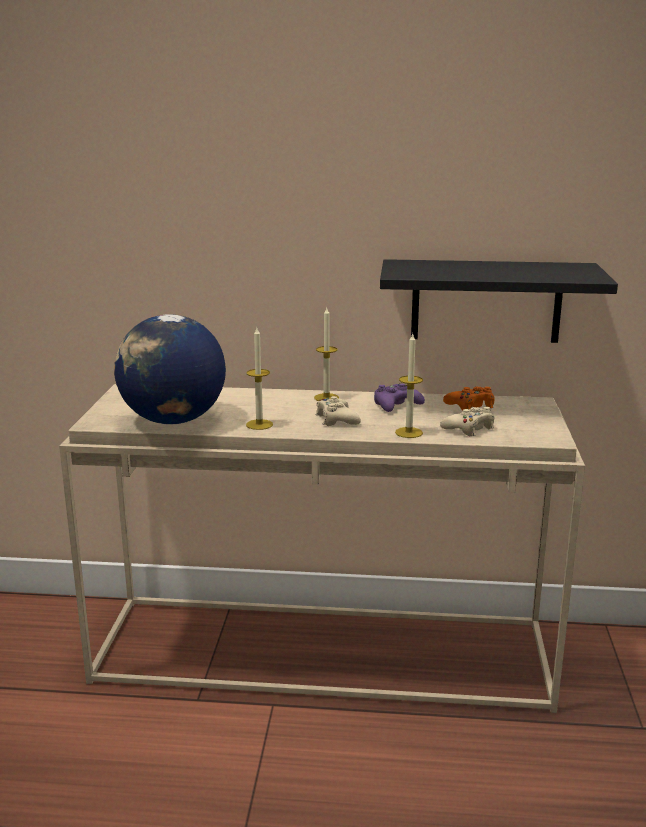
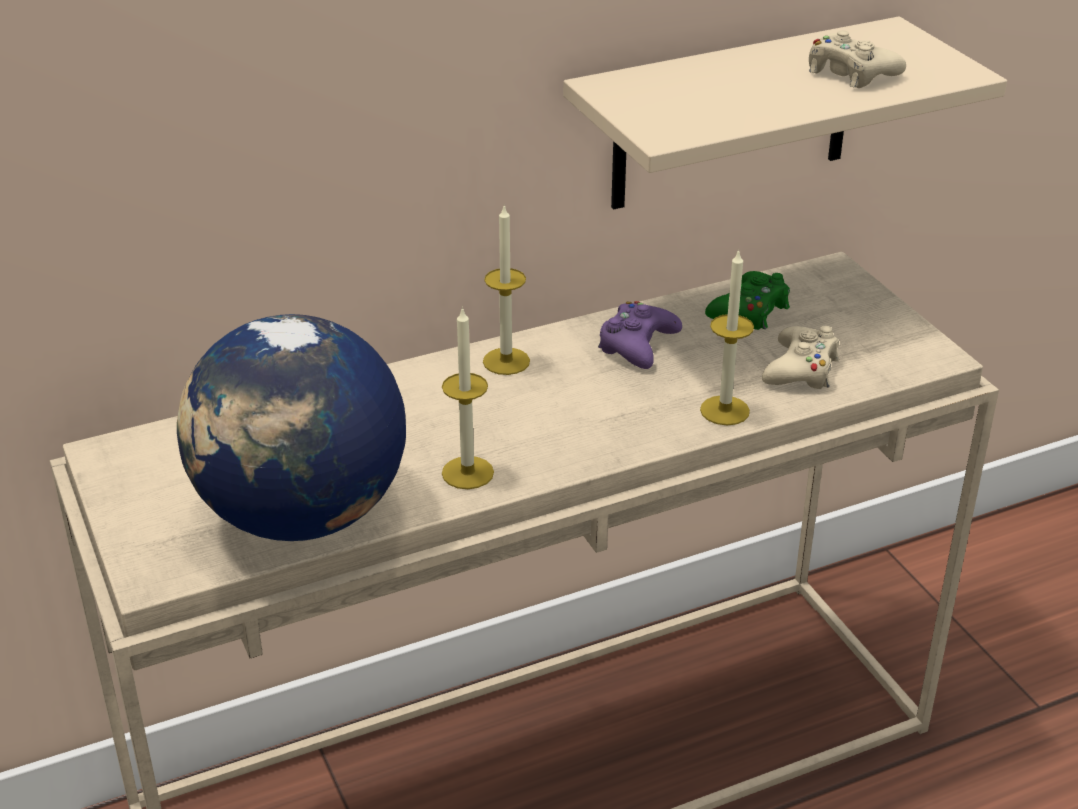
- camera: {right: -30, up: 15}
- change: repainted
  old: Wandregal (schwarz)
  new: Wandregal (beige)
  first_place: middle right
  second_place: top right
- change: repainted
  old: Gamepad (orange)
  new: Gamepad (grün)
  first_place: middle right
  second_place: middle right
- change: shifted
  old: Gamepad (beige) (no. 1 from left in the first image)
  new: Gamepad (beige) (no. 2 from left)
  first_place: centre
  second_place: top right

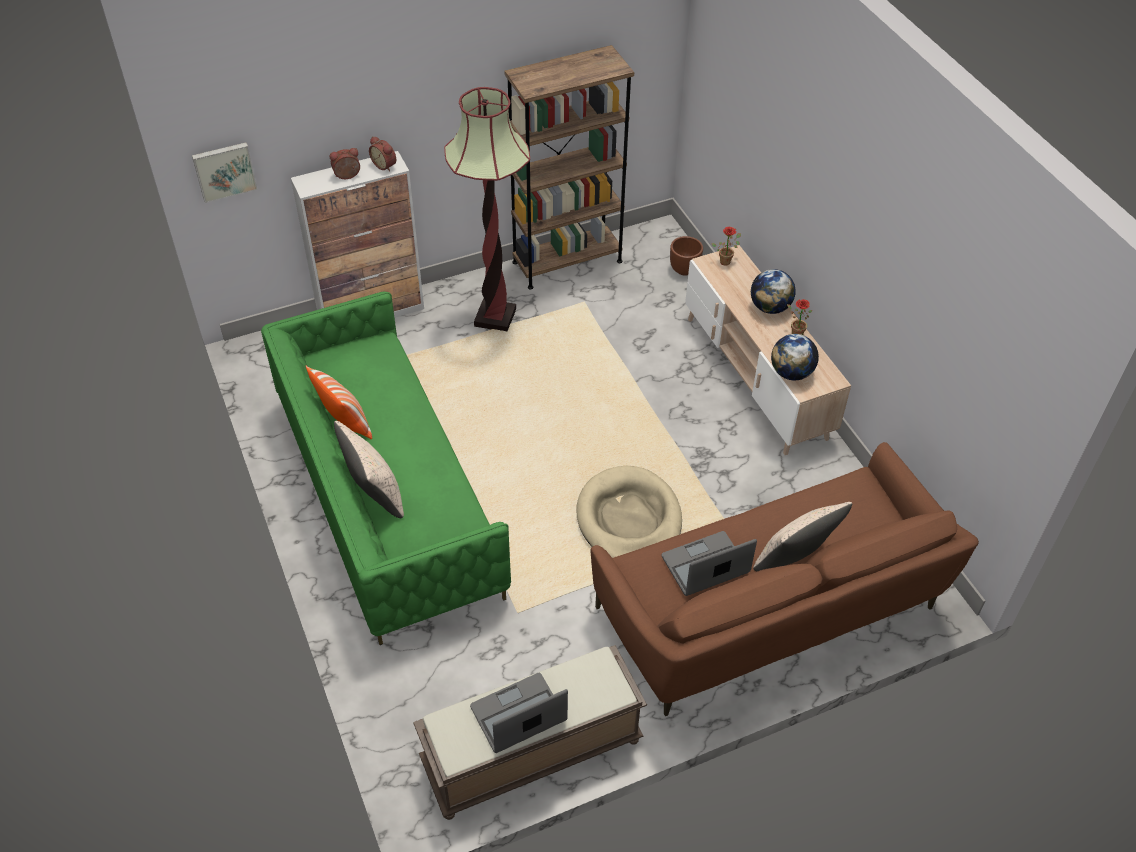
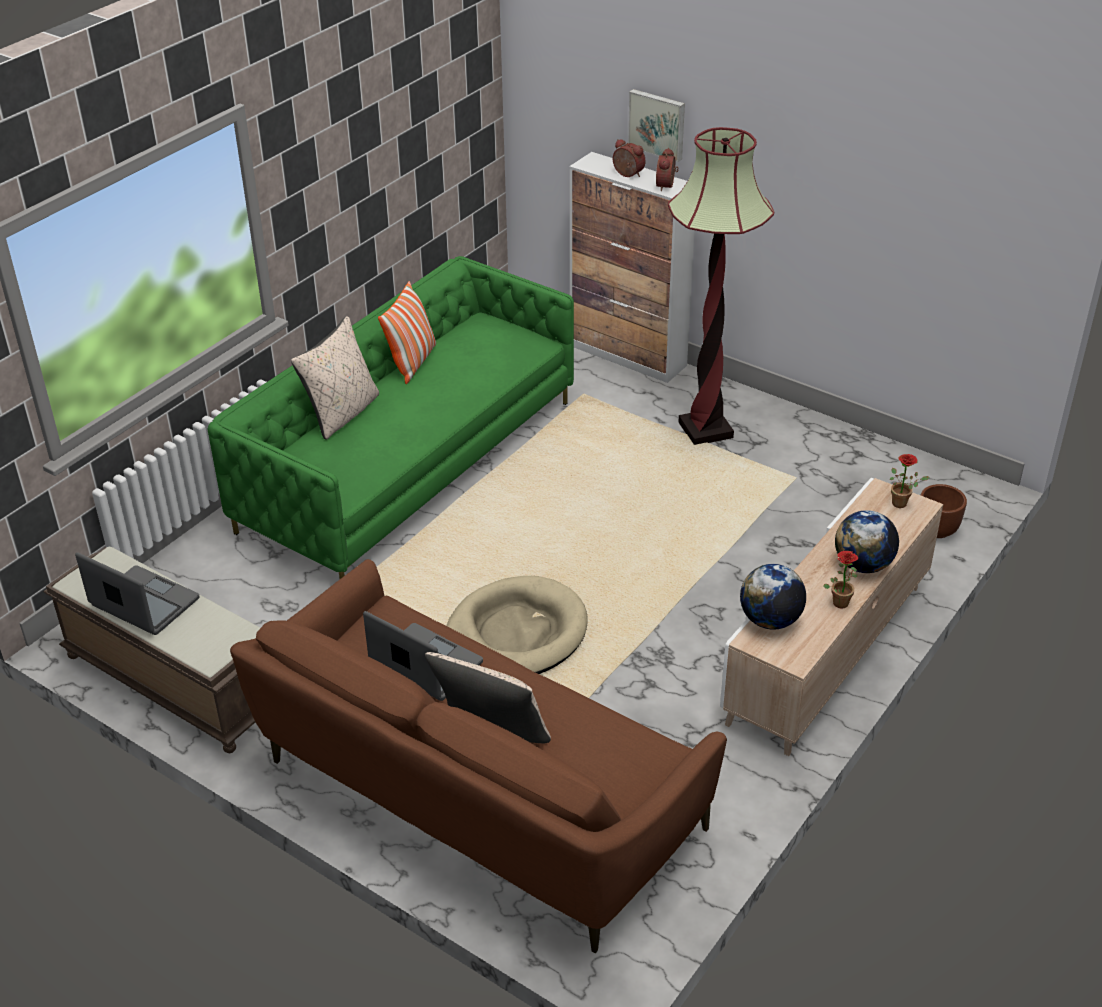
- camera: {right: 60, up: -10}
- change: gone
  old: Bücherregal (braun)
  first_place: top centre
- change: shifted
  old: Bild
  first_place: top left
  second_place: top centre

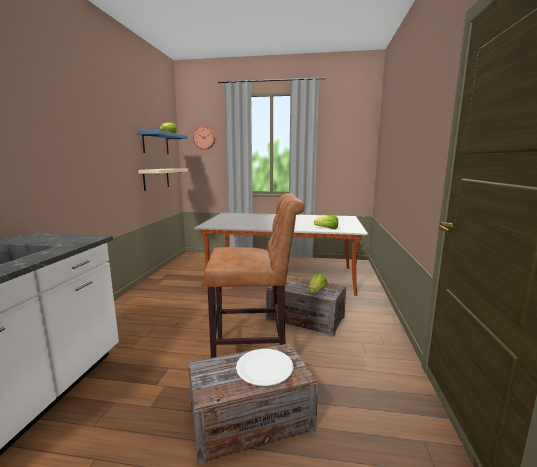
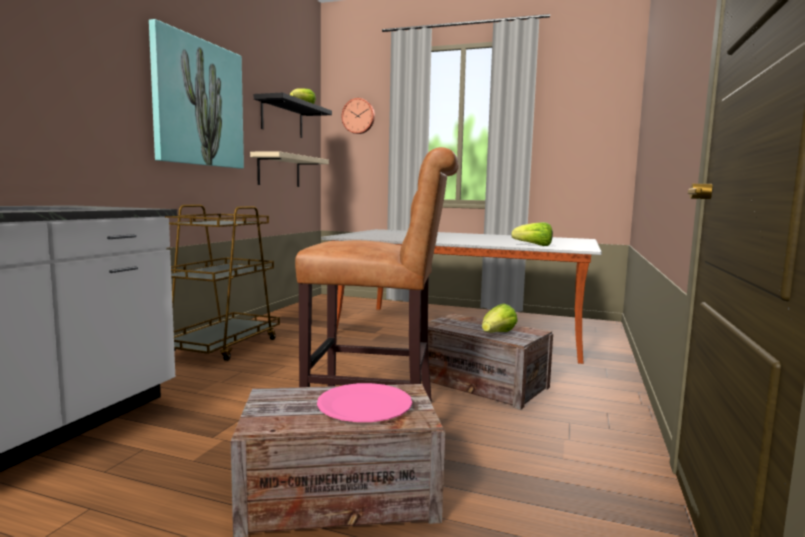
- camera: {right: 10, up: -5}
- change: repainted
  old: Wandregal (blau)
  new: Wandregal (schwarz)
  first_place: top left
  second_place: top centre
- change: repainted
  old: Teller (weiß)
  new: Teller (rosa)
  first_place: bottom centre
  second_place: bottom centre
- change: new
  new: Bild
  second_place: top left
- change: new
  new: Rollwagen (braun)
  second_place: middle left

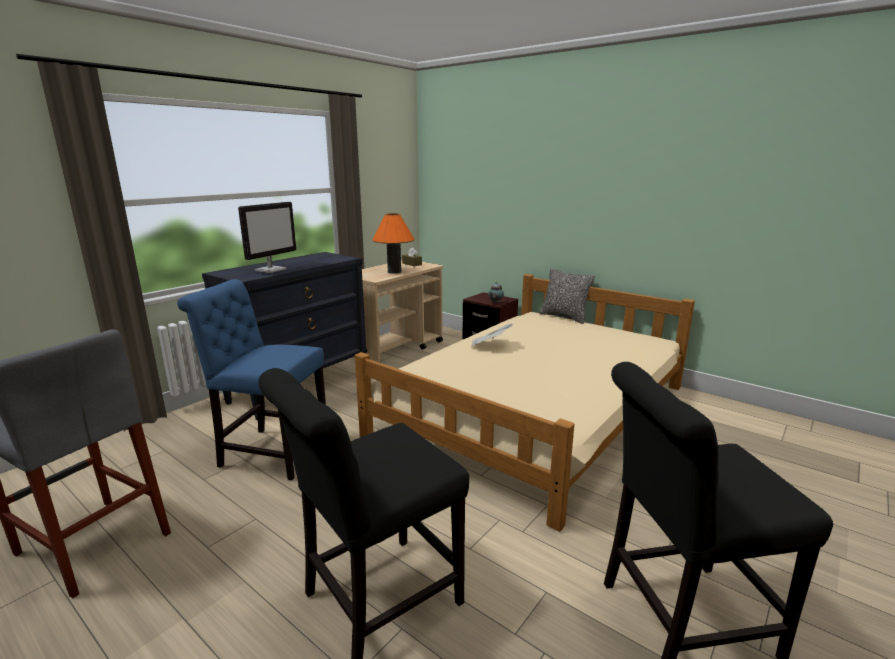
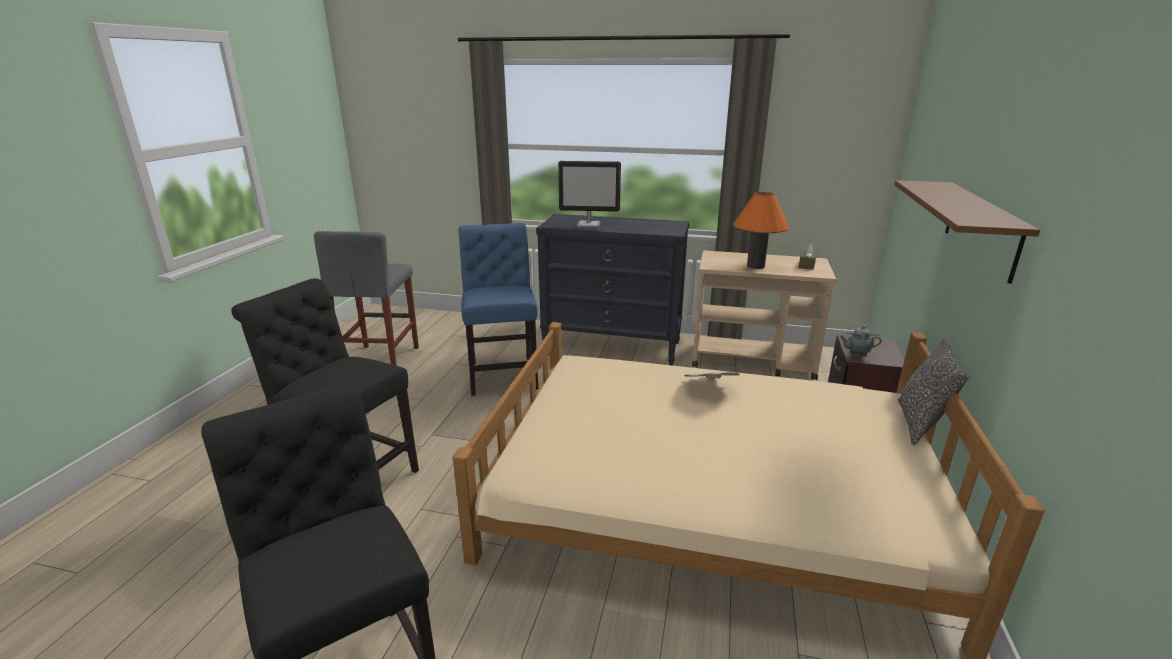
- camera: {right: 65, up: 5}
- change: new
  new: Wandregal (braun)
  second_place: middle right

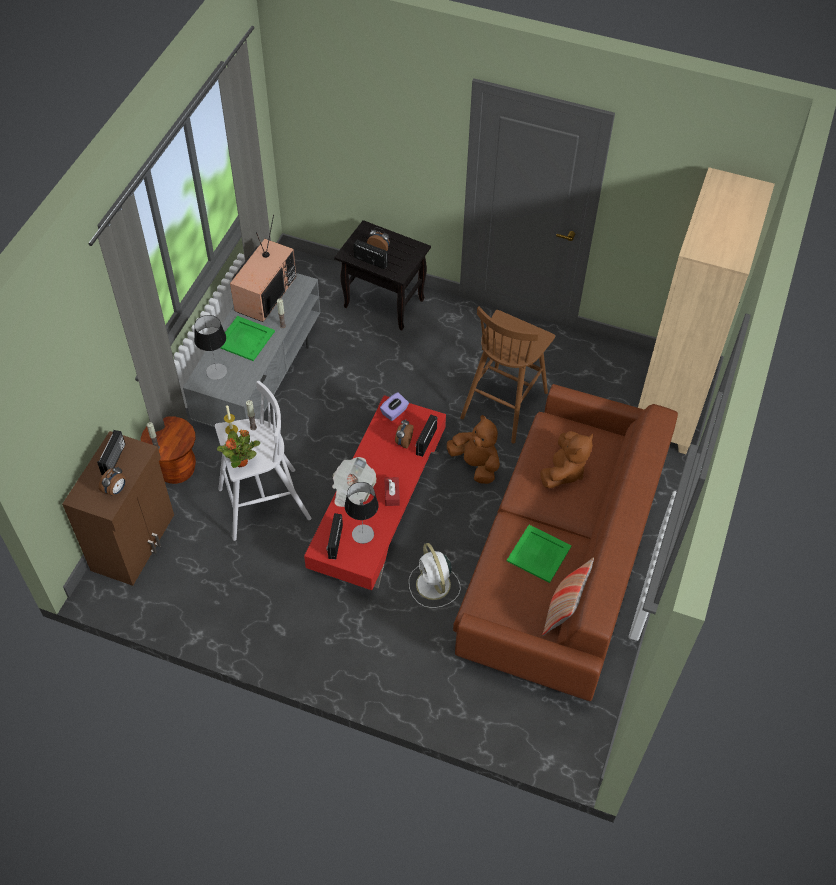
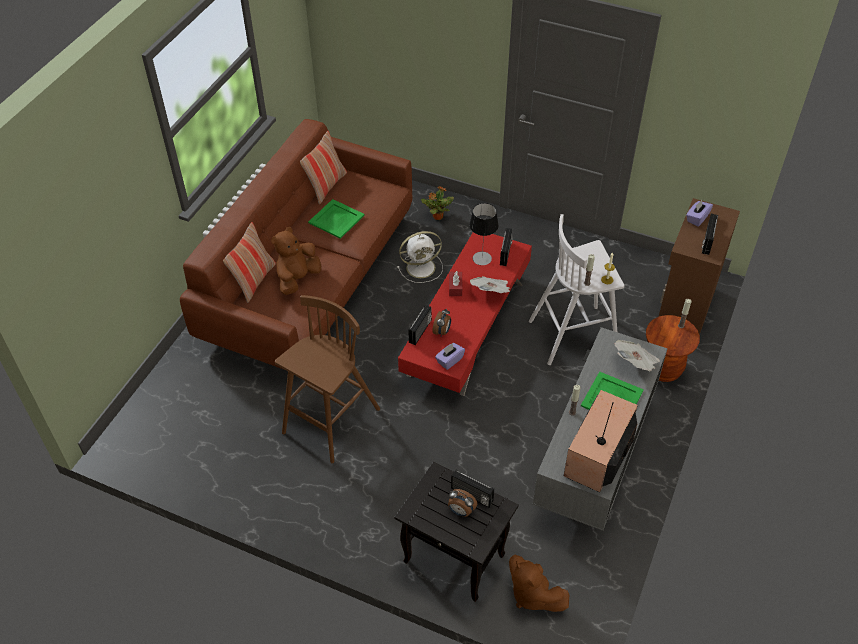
- camera: {right: -175, up: -5}
- change: gone
  old: Bücherregal (beige)
  first_place: middle right
- change: swapped
  old: Tischlampe (no. 1 from left)
  new: Zeitung (no. 2 from left)
  first_place: middle left
  second_place: middle right
- change: shifted
  old: Plüschtier (braun) (no. 1 from left in the first image)
  new: Plüschtier (braun) (no. 2 from left)
  first_place: centre
  second_place: bottom centre
- change: shifted
  old: Topfpflanze
  first_place: middle left
  second_place: top centre
- change: swapped
  old: Wecker (no. 1 from left)
  new: Taschentuchbox (lila) (no. 2 from left)
  first_place: middle left
  second_place: top right
- change: rotated
  old: Ventilator (weiß)
  first_place: centre
  second_place: centre
  degrees: 90
- change: new
  new: Kissen (no. 1 from left)
  second_place: middle left

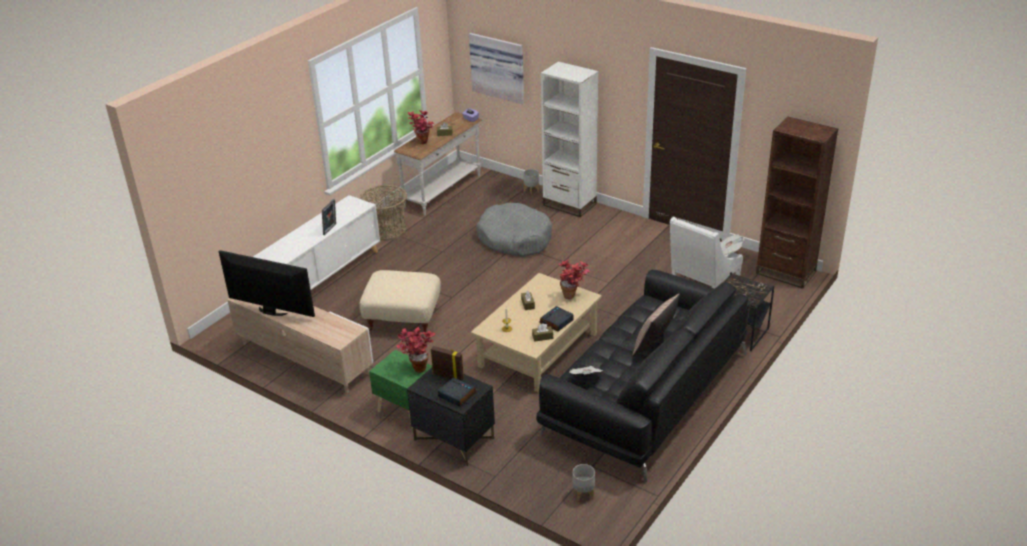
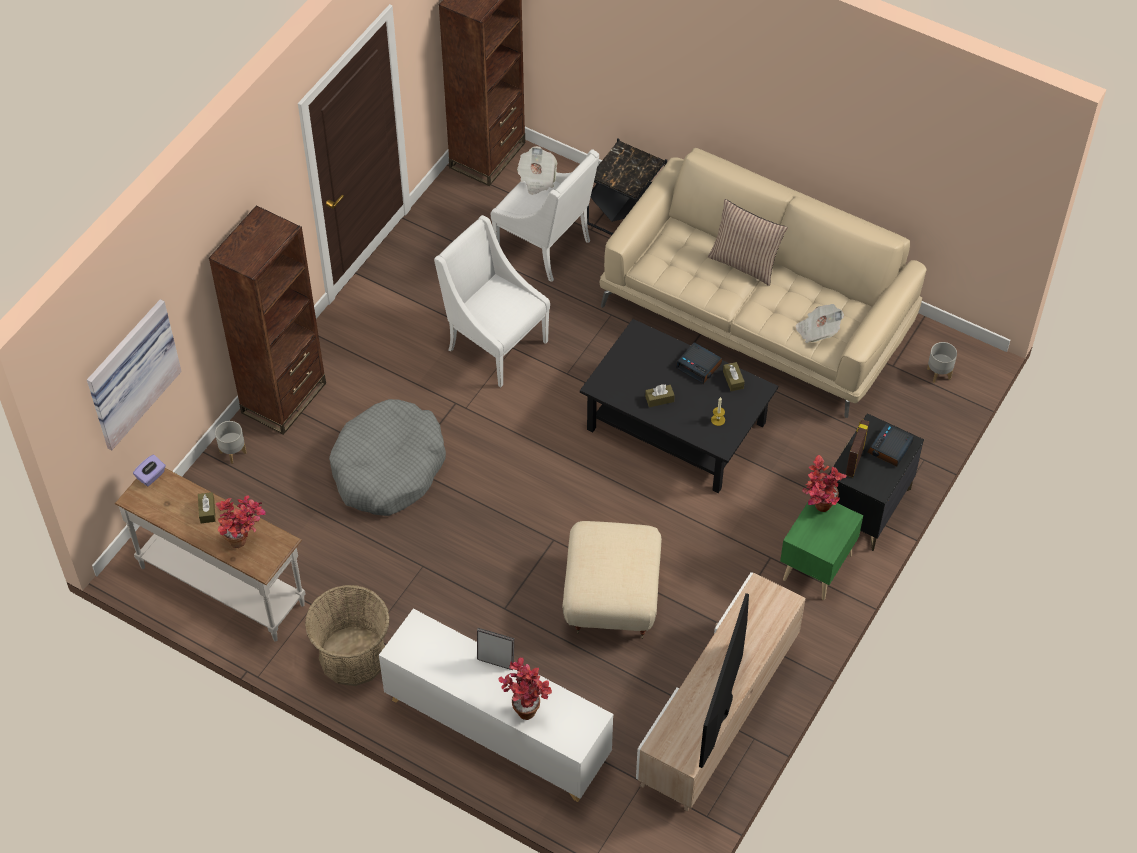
- camera: {right: -95, up: 20}
- change: repainted
  old: Bücherregal (weiß)
  new: Bücherregal (braun) (no. 1 from left)
  first_place: top centre
  second_place: middle left
- change: shifted
  old: Topfpflanze (no. 3 from left in the first image)
  new: Topfpflanze (no. 2 from left)
  first_place: centre
  second_place: bottom centre
- change: repainted
  old: Sofa (schwarz)
  new: Sofa (beige)
  first_place: bottom centre
  second_place: top right
- change: repainted
  old: Couchtisch (beige)
  new: Couchtisch (schwarz)
  first_place: centre
  second_place: centre
- change: new
  new: Sessel (weiß) (no. 1 from left)
  second_place: centre

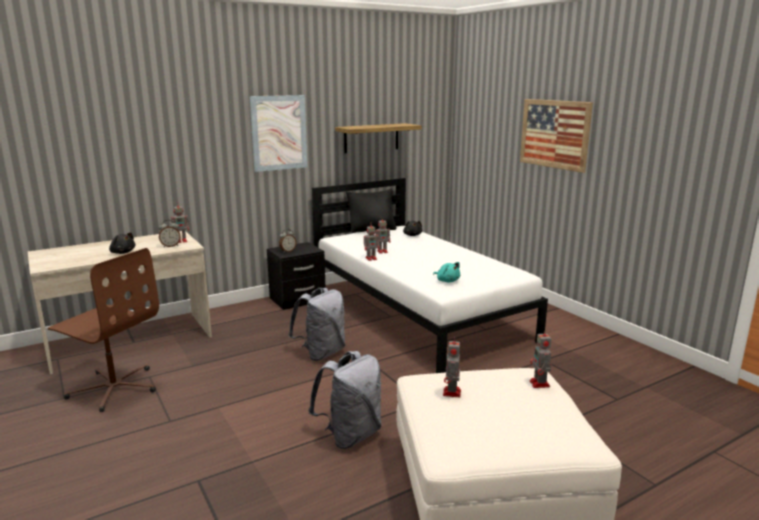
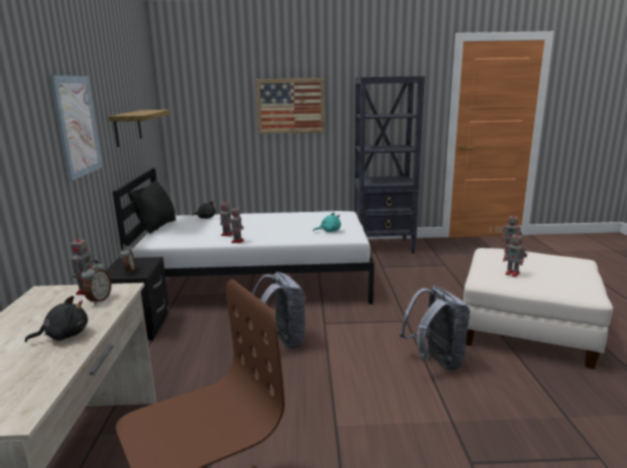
- camera: {right: -60, up: 0}
- change: new
  new: Bücherregal (schwarz)
  second_place: centre

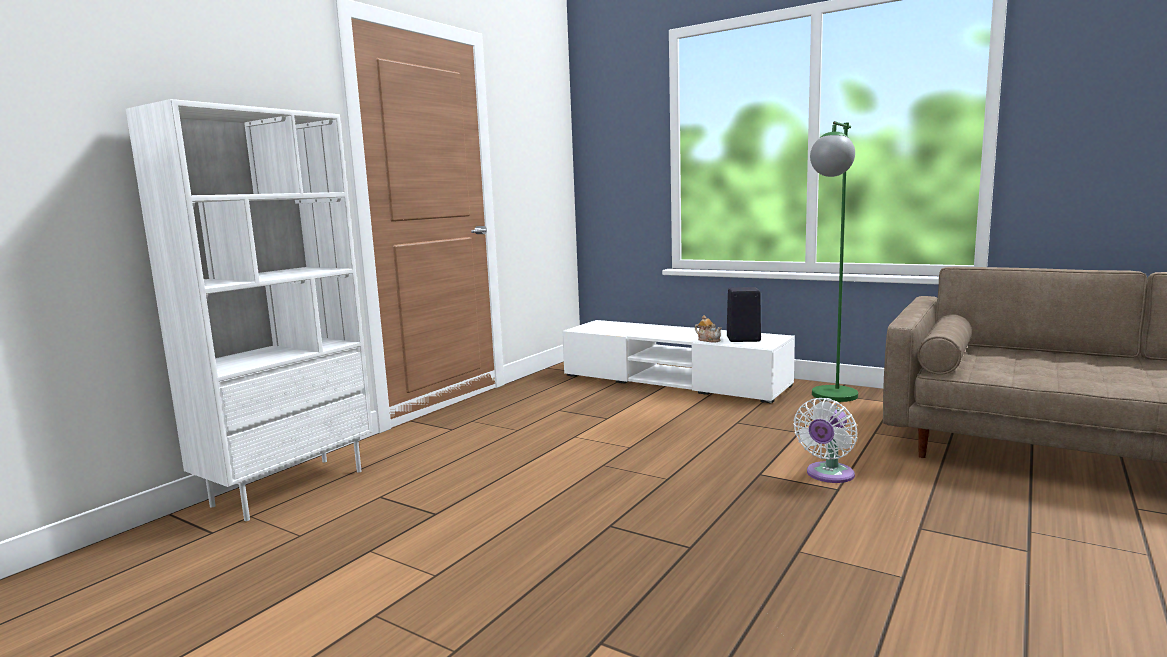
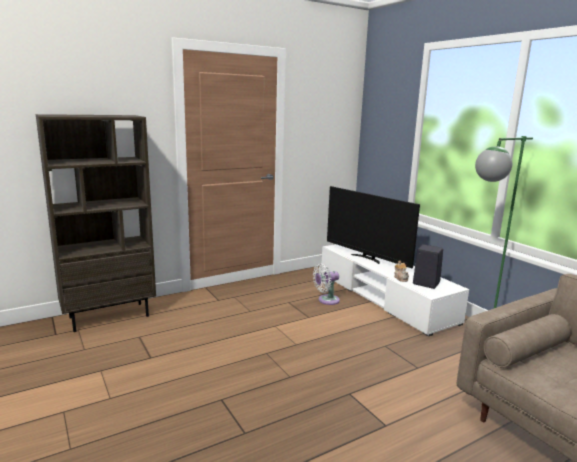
- camera: {right: 25, up: 5}
- change: repainted
  old: Bücherregal (weiß)
  new: Bücherregal (braun)
  first_place: middle left
  second_place: middle left
- change: shifted
  old: Ventilator (weiß)
  first_place: bottom right
  second_place: centre
- change: new
  new: Fernseher
  second_place: centre

